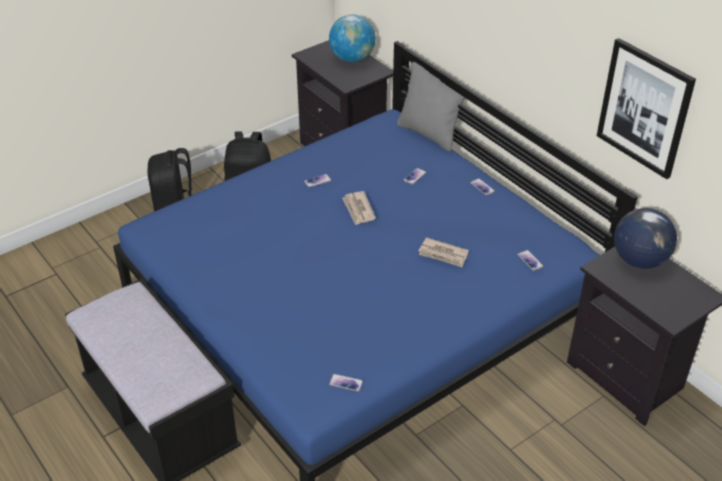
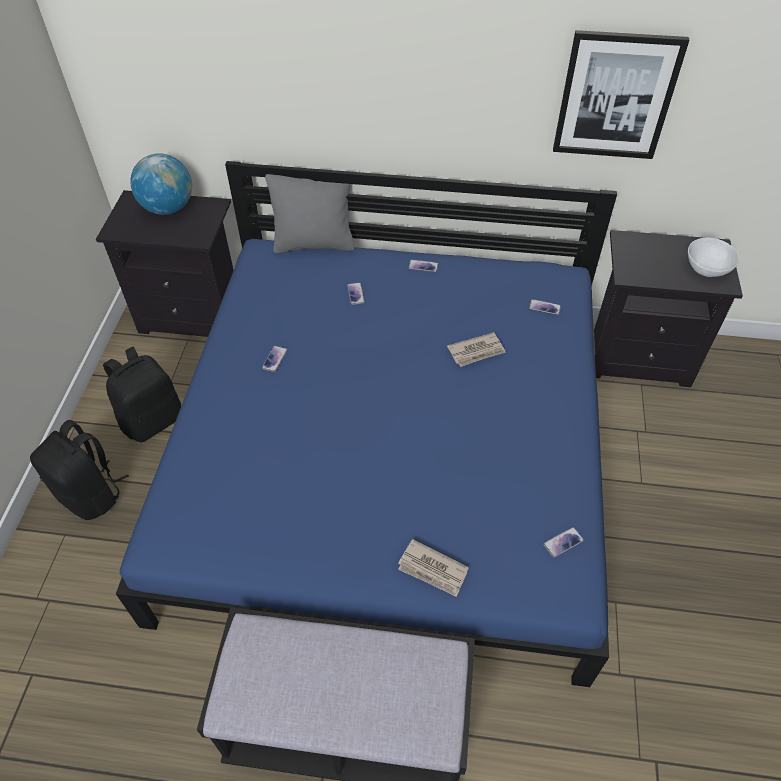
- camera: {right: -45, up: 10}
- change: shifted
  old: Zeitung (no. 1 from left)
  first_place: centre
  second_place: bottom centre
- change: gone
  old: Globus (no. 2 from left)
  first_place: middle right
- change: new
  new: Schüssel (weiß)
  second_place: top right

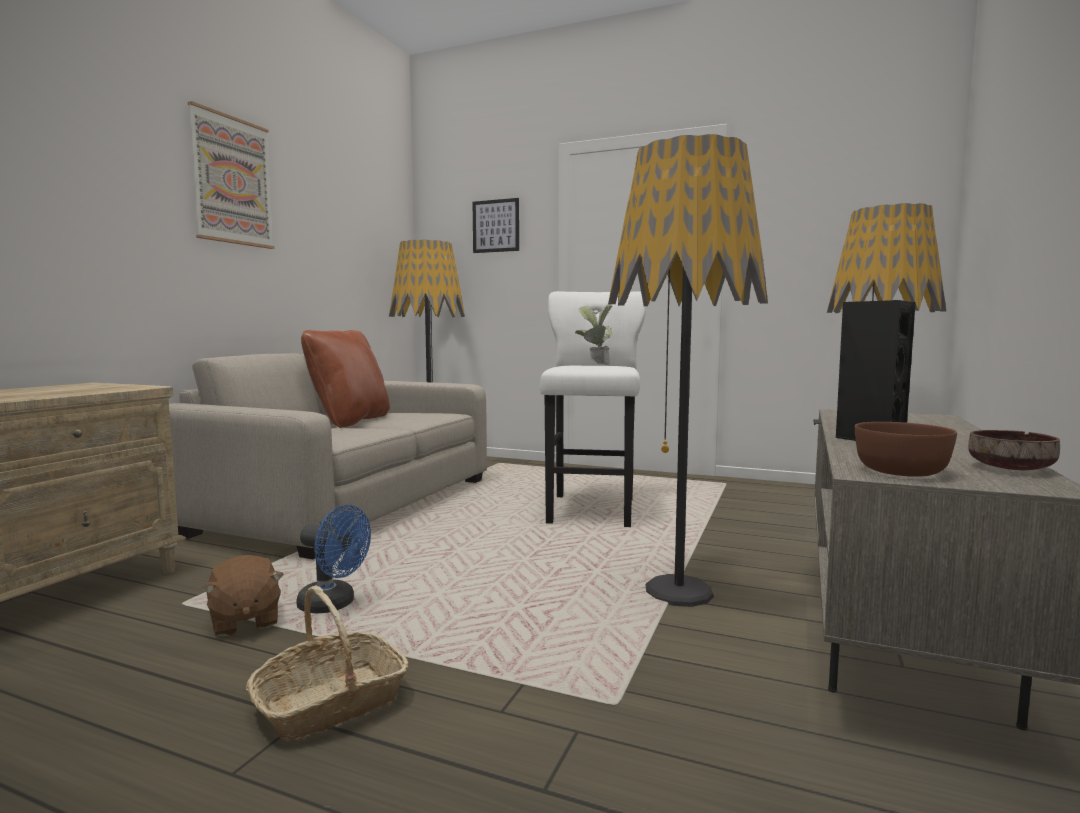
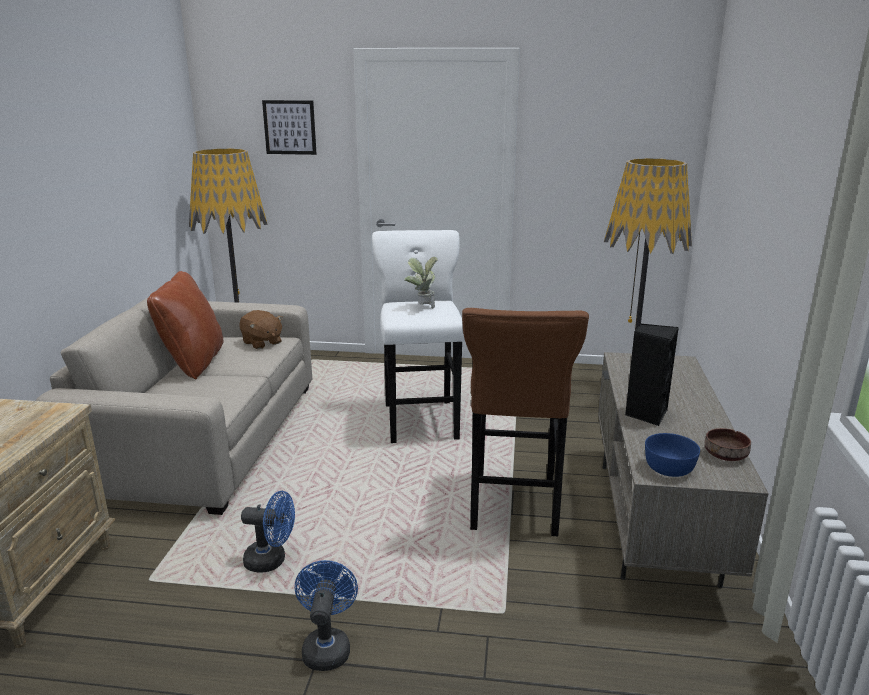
- camera: {right: -15, up: 15}
- change: gone
  old: Bild (no. 1 from left)
  first_place: top left
- change: swapped
  old: Stehlampe (no. 2 from left)
  new: Hocker (braun)
  first_place: centre
  second_place: centre
- change: repainted
  old: Schüssel (braun) (no. 1 from left)
  new: Schüssel (blau)
  first_place: middle right
  second_place: middle right
- change: shifted
  old: Plüschtier (braun)
  first_place: bottom left
  second_place: middle left
- change: swapped
  old: Korb
  new: Ventilator (blau) (no. 2 from left)
  first_place: bottom left
  second_place: bottom centre

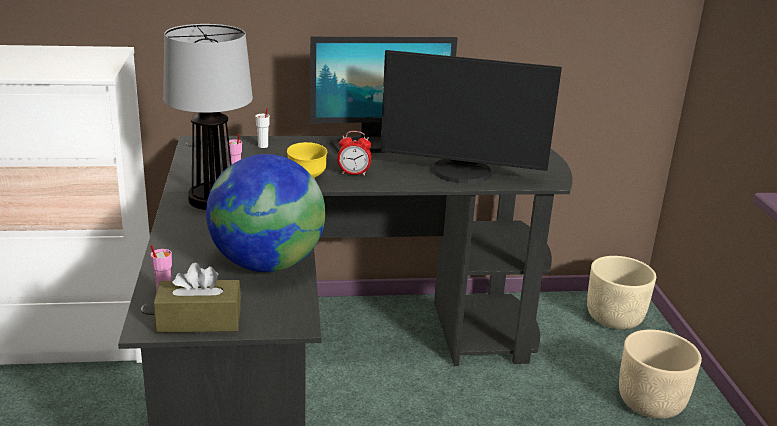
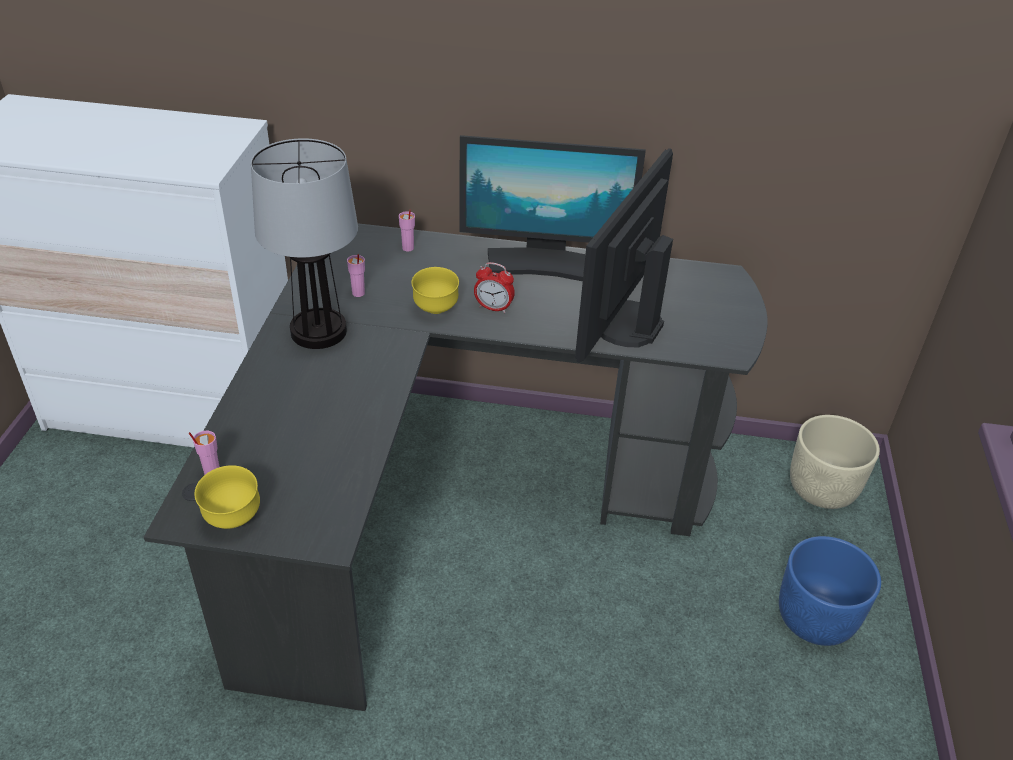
- camera: {right: 15, up: 15}
- change: rotated
  old: Monitor (no. 2 from left)
  first_place: top centre
  second_place: centre
  degrees: 90
- change: repainted
  old: Tasse (weiß)
  new: Tasse (rosa) (no. 3 from left)
  first_place: top centre
  second_place: top centre
- change: gone
  old: Globus
  first_place: centre
- change: swapped
  old: Taschentuchbox (braun)
  new: Schüssel (gelb) (no. 1 from left)
  first_place: bottom left
  second_place: middle left
- change: repainted
  old: Pflanzkübel (beige) (no. 2 from left)
  new: Pflanzkübel (blau)
  first_place: bottom right
  second_place: bottom right

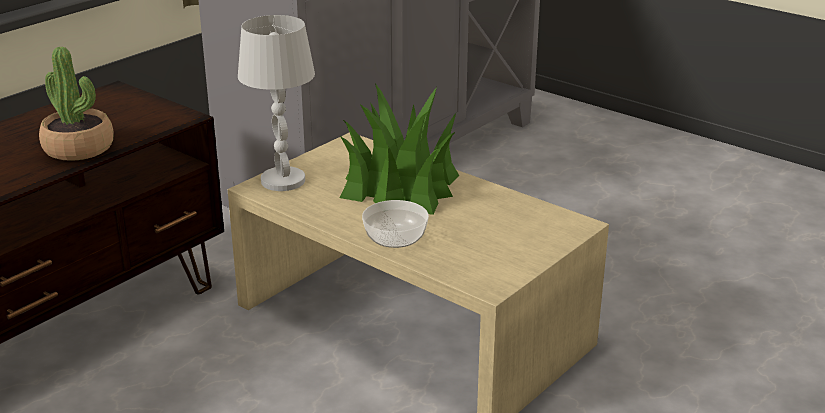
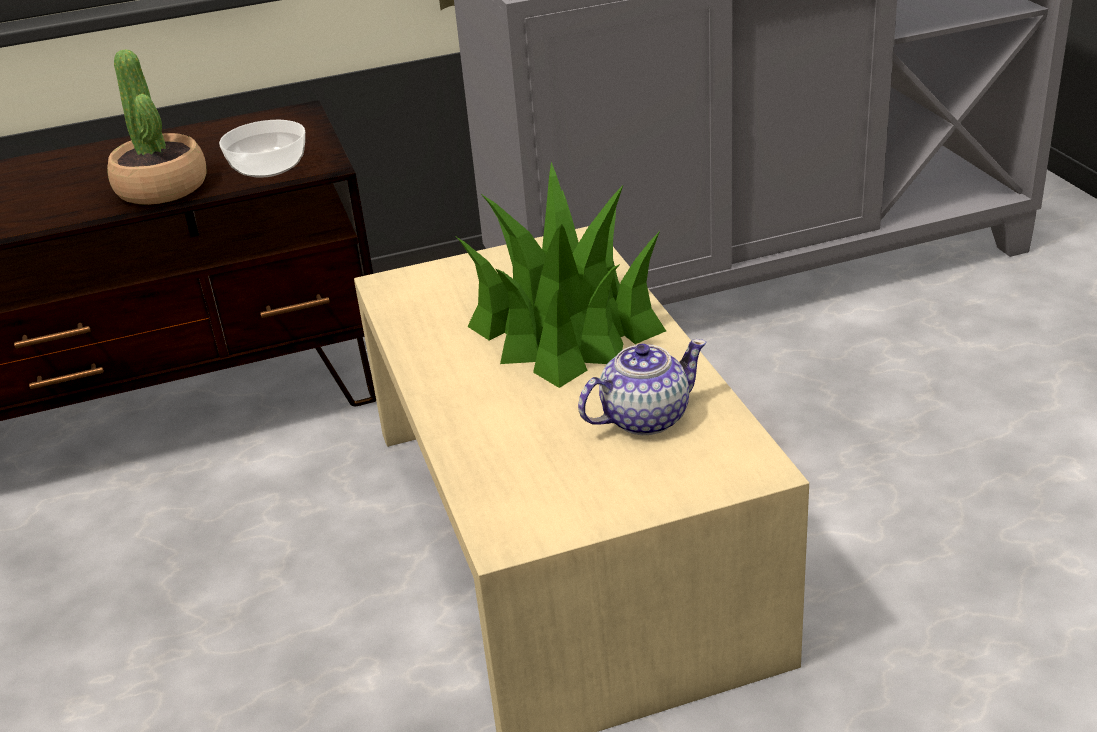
- camera: {right: 35, up: 5}
- change: gone
  old: Tischlampe (weiß)
  first_place: top centre
- change: shifted
  old: Schüssel
  first_place: centre
  second_place: top left
- change: new
  new: Teekanne
  second_place: centre

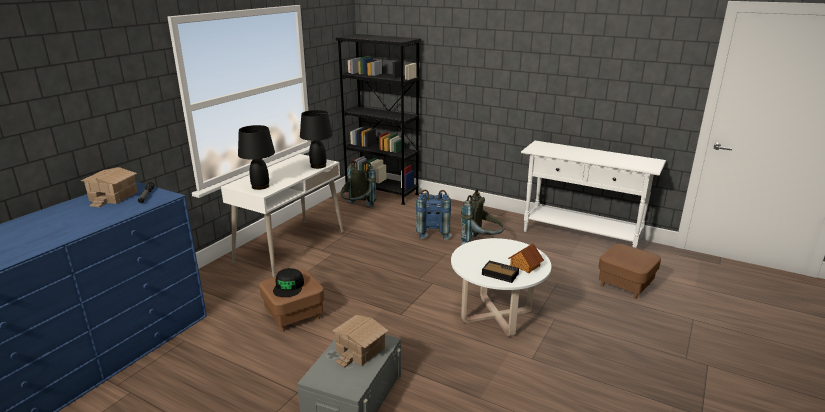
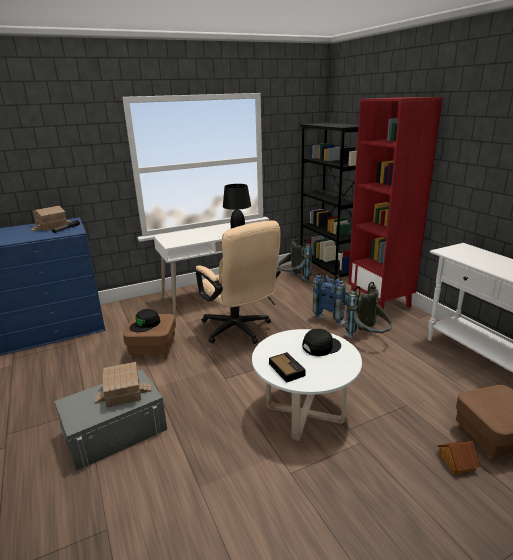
- camera: {right: 35, up: 0}
- change: gone
  old: Tischlampe (schwarz) (no. 1 from left)
  first_place: middle left
- change: shifted
  old: Spielzeughaus (no. 3 from left)
  first_place: centre
  second_place: bottom right
- change: new
  new: Bücherregal (rot)
  second_place: middle right
- change: new
  new: Bürostuhl (beige)
  second_place: centre
- change: new
  new: Kappe (schwarz) (no. 2 from left)
  second_place: centre

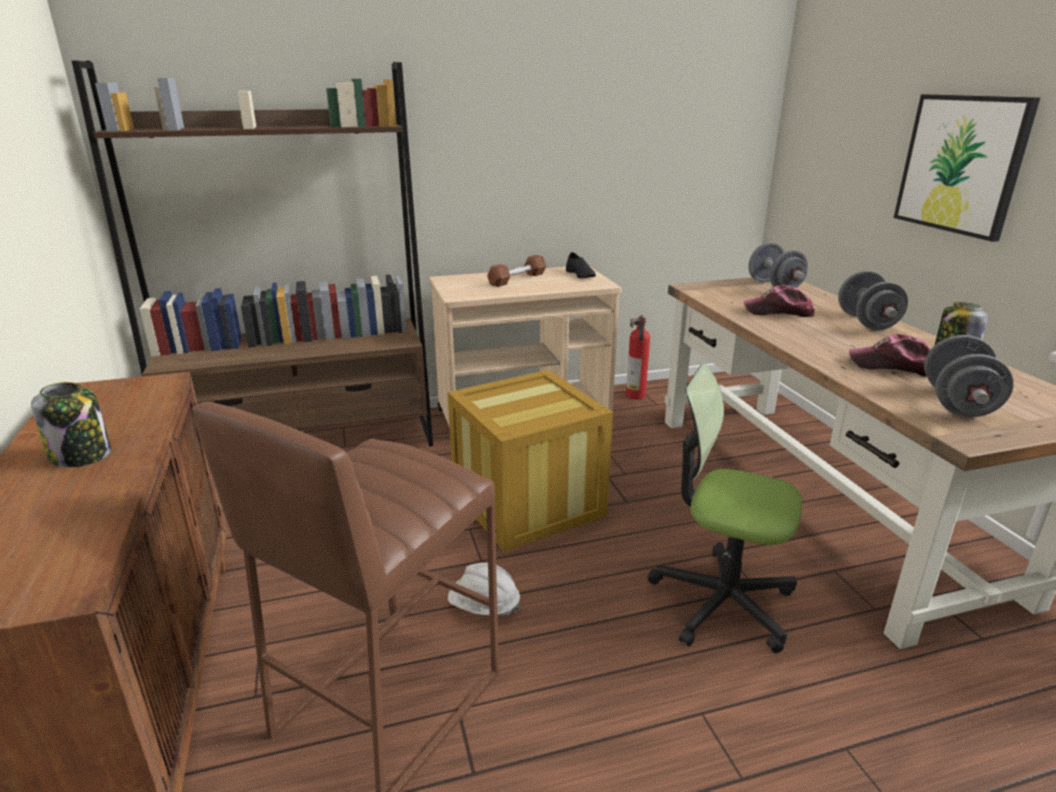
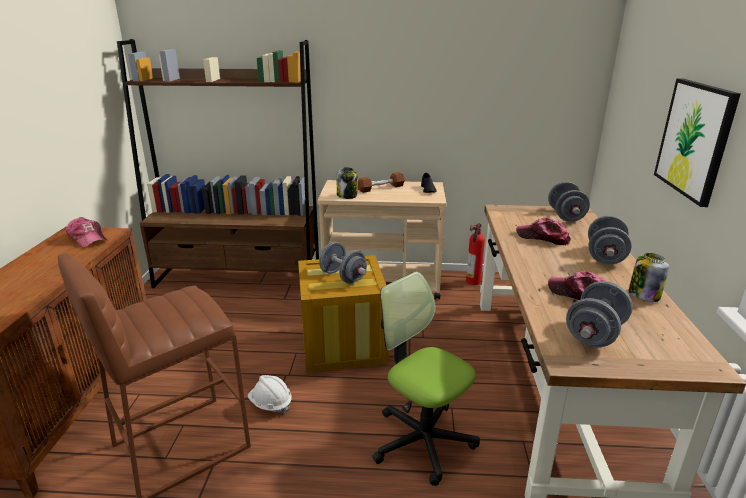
- camera: {right: 20, up: 0}
- change: shifted
  old: Vorratsglas (no. 1 from left)
  first_place: middle left
  second_place: centre
- change: new
  new: Kappe (no. 1 from left)
  second_place: middle left
- change: new
  new: Hantel (grau) (no. 1 from left)
  second_place: centre

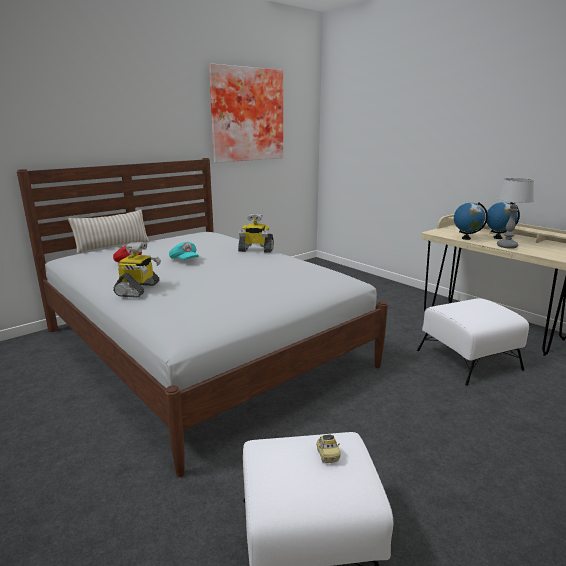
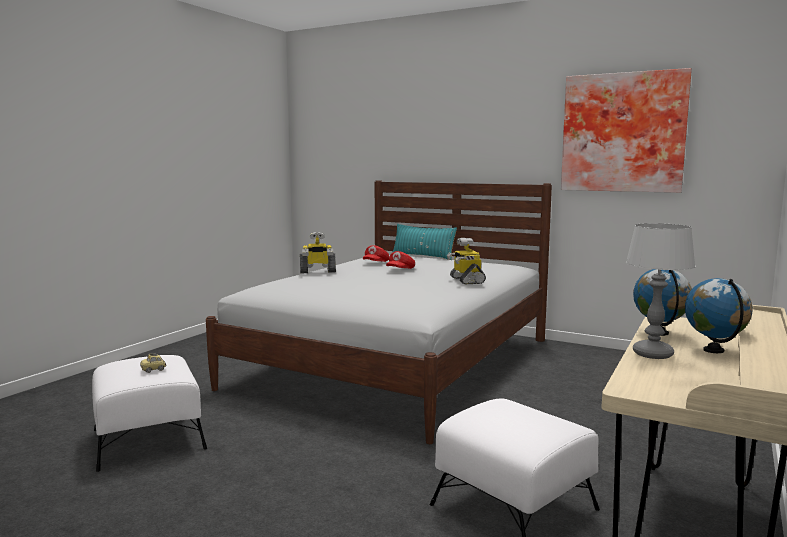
- camera: {right: 70, up: -10}
- change: repainted
  old: Kissen (beige)
  new: Kissen (türkis)
  first_place: middle left
  second_place: centre
- change: repainted
  old: Kappe (türkis)
  new: Kappe (rot) (no. 2 from left)
  first_place: middle left
  second_place: centre

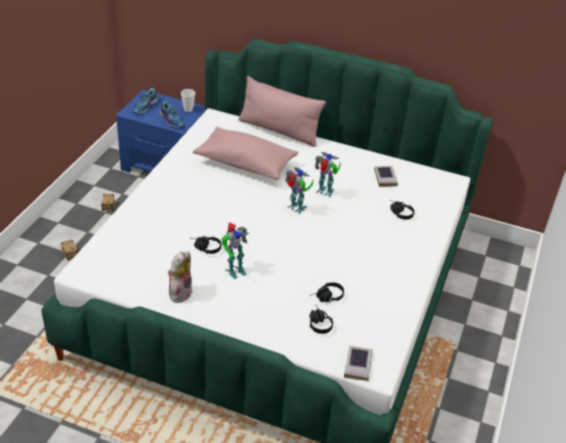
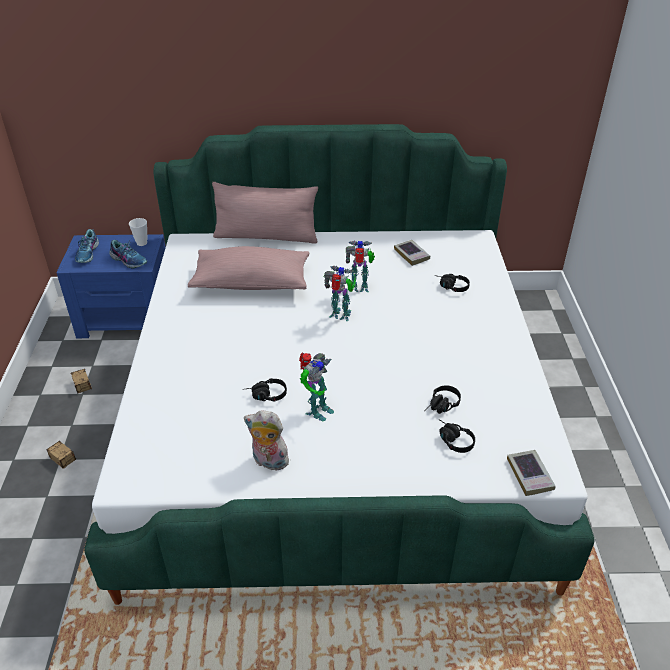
- camera: {right: -20, up: 0}
- change: rotated
  old: Plüschtier
  first_place: middle left
  second_place: centre
  degrees: -75

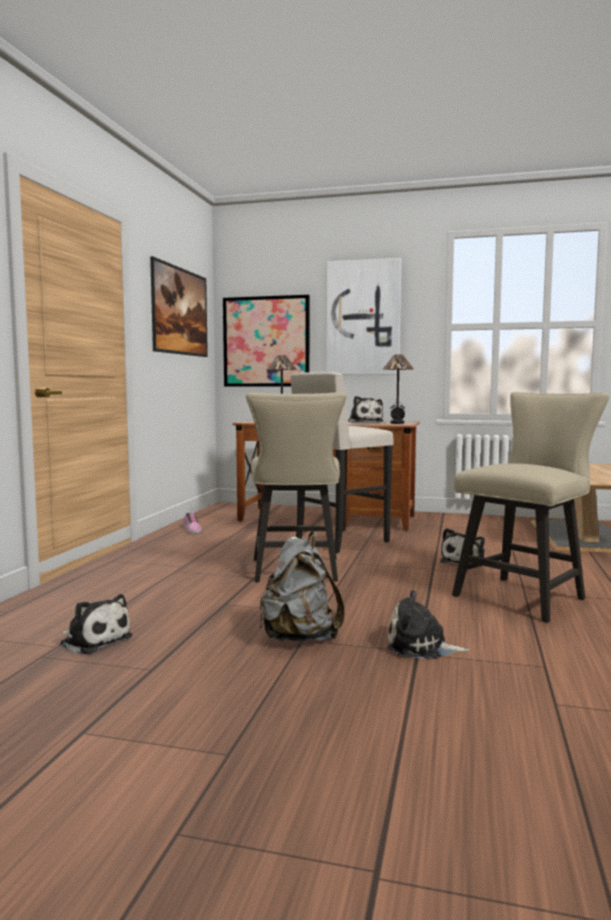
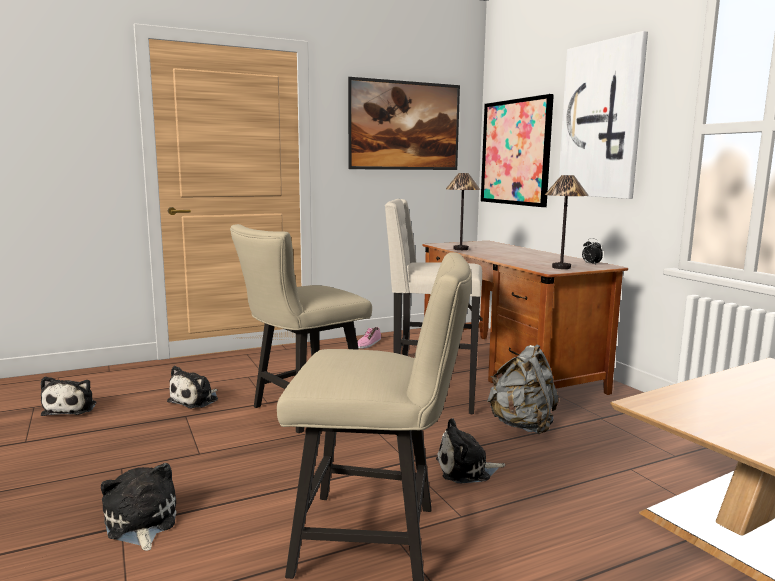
- camera: {right: 50, up: 5}
- change: shifted
  old: Plüschtier (no. 2 from left in the first image)
  new: Plüschtier (no. 3 from left)
  first_place: centre
  second_place: middle left
- change: shifted
  old: Rucksack (grau)
  first_place: centre
  second_place: bottom right

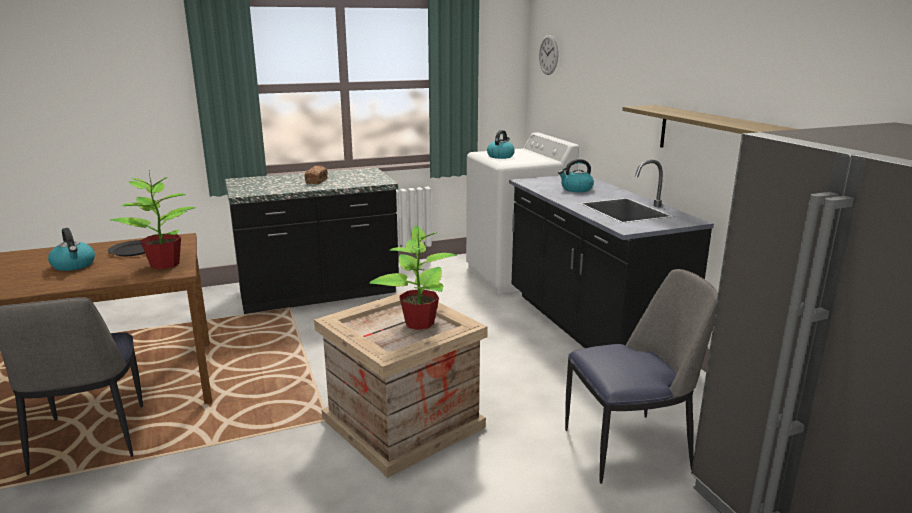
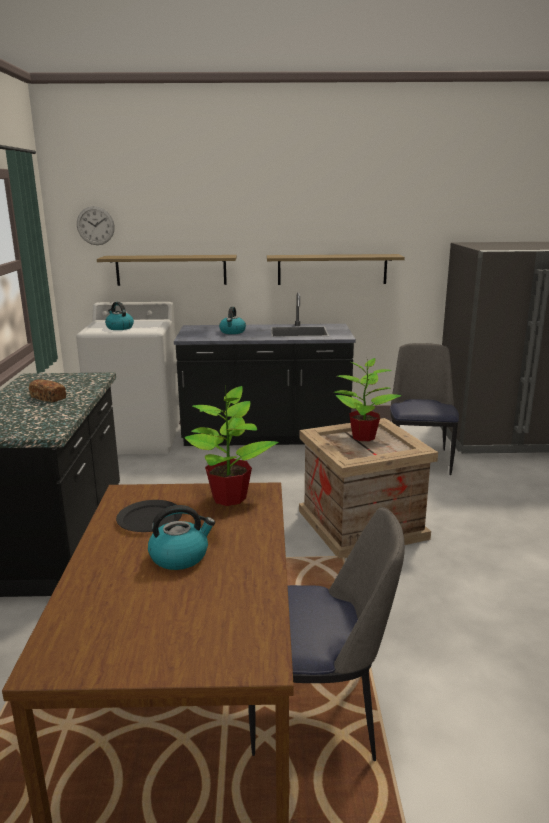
- camera: {right: -70, up: 0}
- change: new
  new: Wandregal (no. 1 from left)
  second_place: top left

